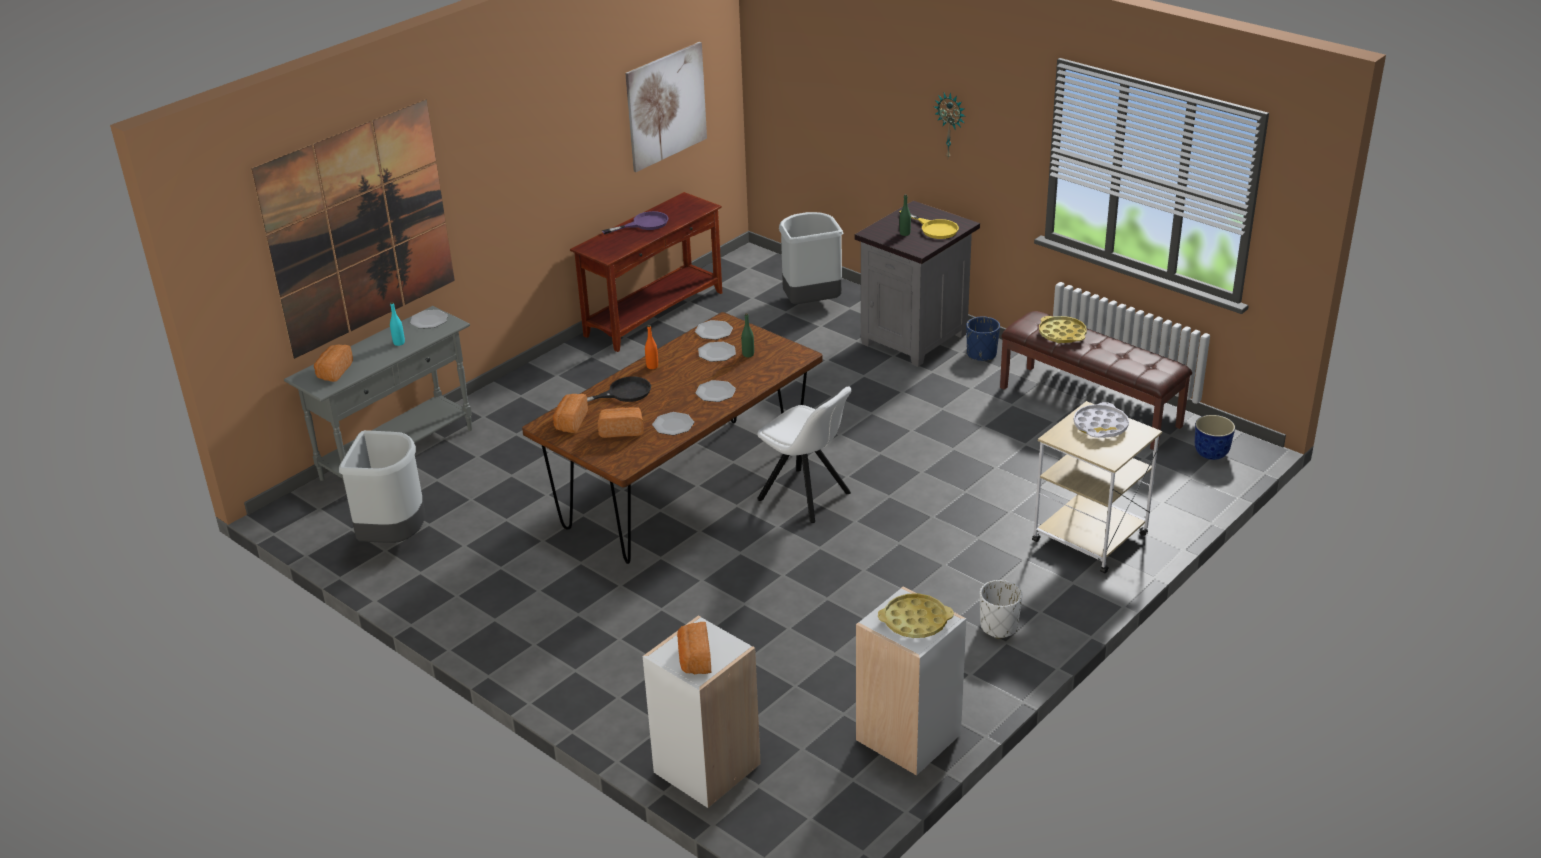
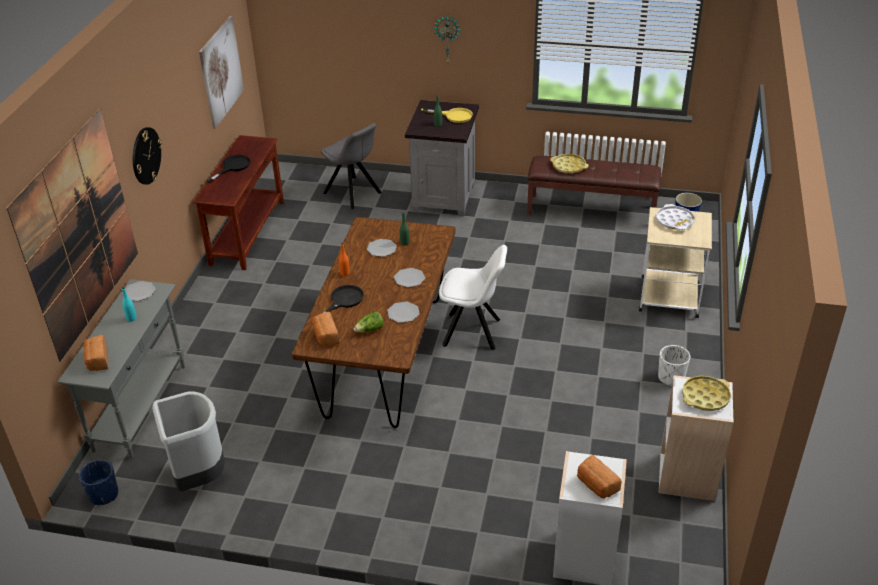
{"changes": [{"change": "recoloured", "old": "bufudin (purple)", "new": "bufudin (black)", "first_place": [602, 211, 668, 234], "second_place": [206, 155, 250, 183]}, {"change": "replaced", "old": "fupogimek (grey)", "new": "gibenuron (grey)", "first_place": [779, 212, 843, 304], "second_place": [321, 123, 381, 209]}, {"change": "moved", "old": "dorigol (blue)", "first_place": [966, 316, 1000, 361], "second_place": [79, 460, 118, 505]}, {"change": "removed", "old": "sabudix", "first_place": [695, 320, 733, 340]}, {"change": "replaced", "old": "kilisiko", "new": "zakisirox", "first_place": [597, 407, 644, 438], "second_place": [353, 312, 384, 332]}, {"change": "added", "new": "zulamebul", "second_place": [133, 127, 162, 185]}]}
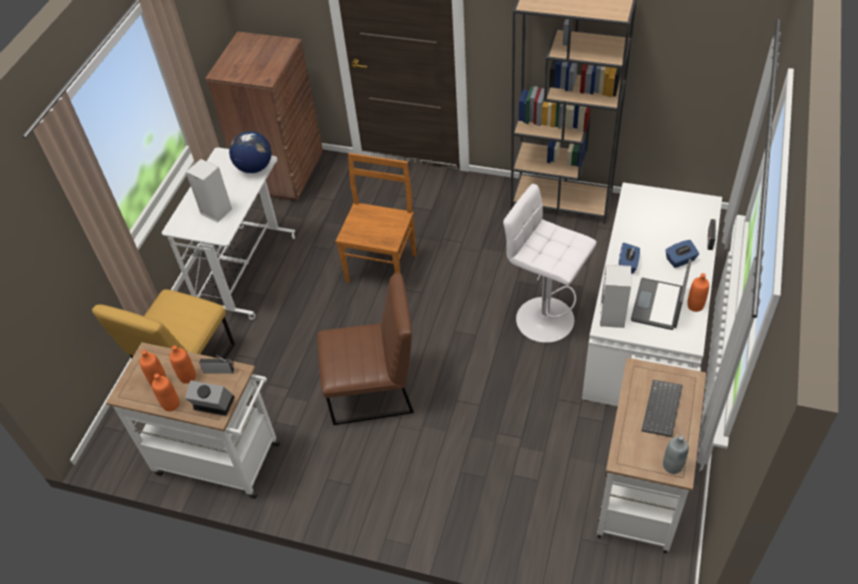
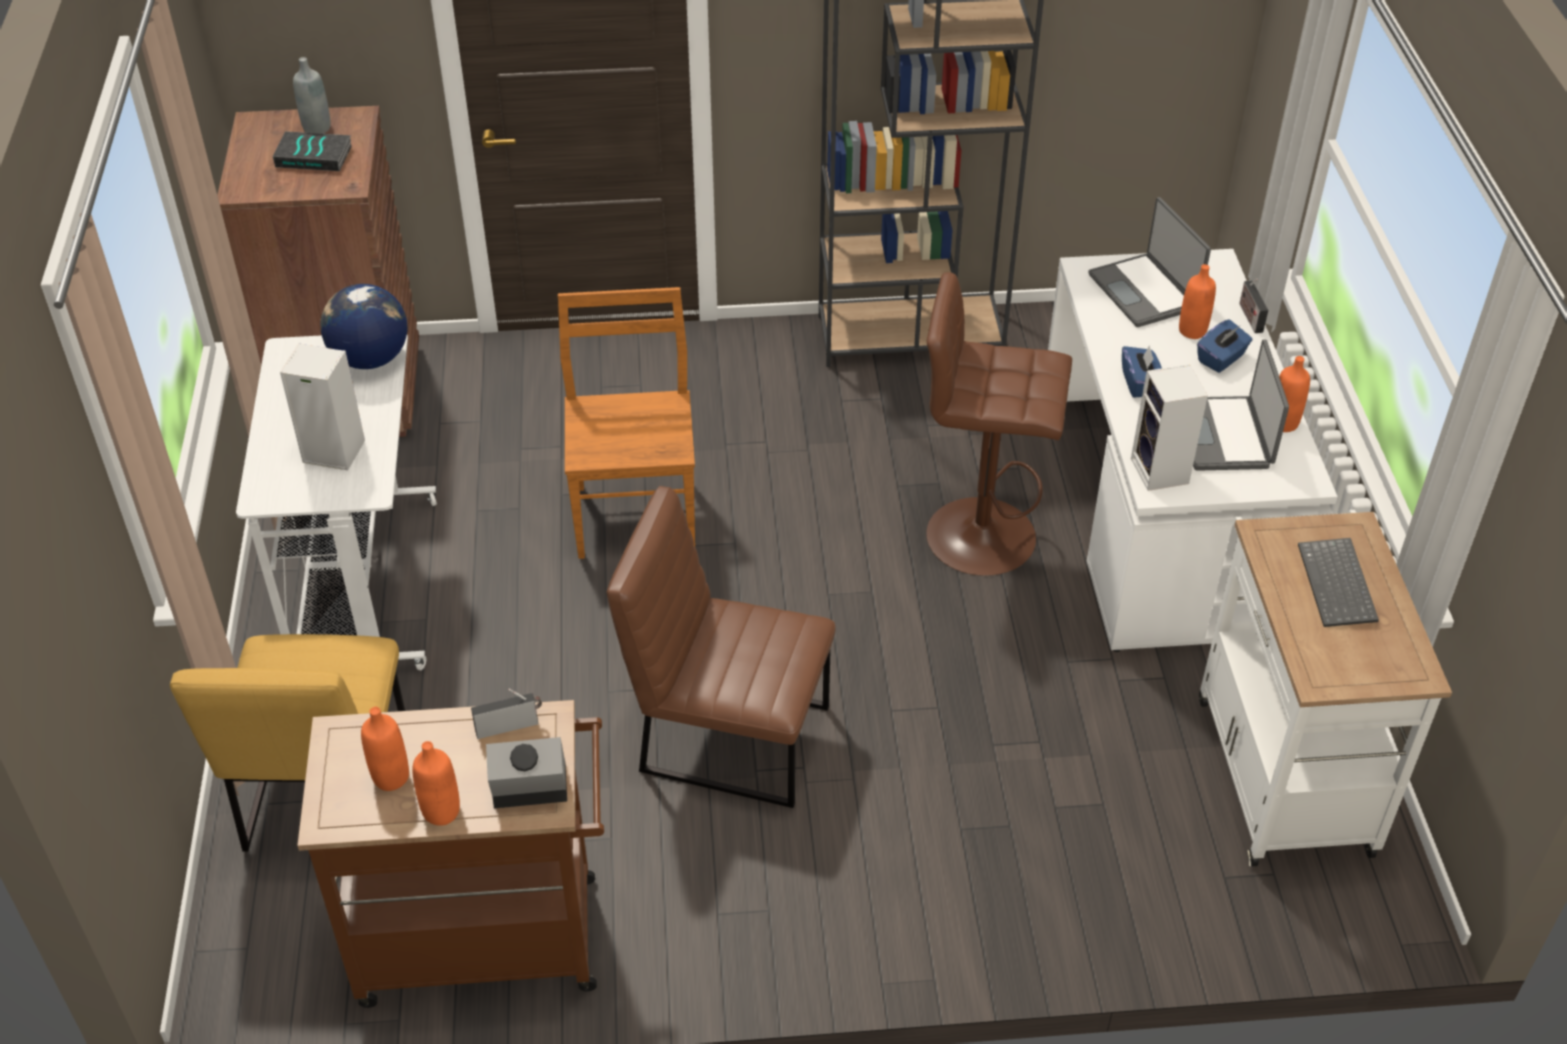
{"changes": [{"change": "recoloured", "old": "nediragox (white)", "new": "nediragox (brown)", "first_place": [503, 184, 597, 343], "second_place": [926, 272, 1072, 576]}, {"change": "turned", "old": "gibenuron (brown)", "first_place": [317, 273, 414, 425], "second_place": [607, 486, 836, 808], "degrees": -135}, {"change": "recoloured", "old": "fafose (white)", "new": "fafose (brown)", "first_place": [106, 342, 280, 499], "second_place": [297, 700, 604, 1008]}, {"change": "moved", "old": "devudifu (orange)", "first_place": [170, 345, 196, 384], "second_place": [1179, 264, 1216, 339]}, {"change": "moved", "old": "devudifu (grey)", "first_place": [663, 435, 689, 474], "second_place": [293, 57, 331, 134]}, {"change": "added", "new": "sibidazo", "second_place": [273, 131, 352, 171]}, {"change": "added", "new": "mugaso", "second_place": [1088, 197, 1211, 327]}]}
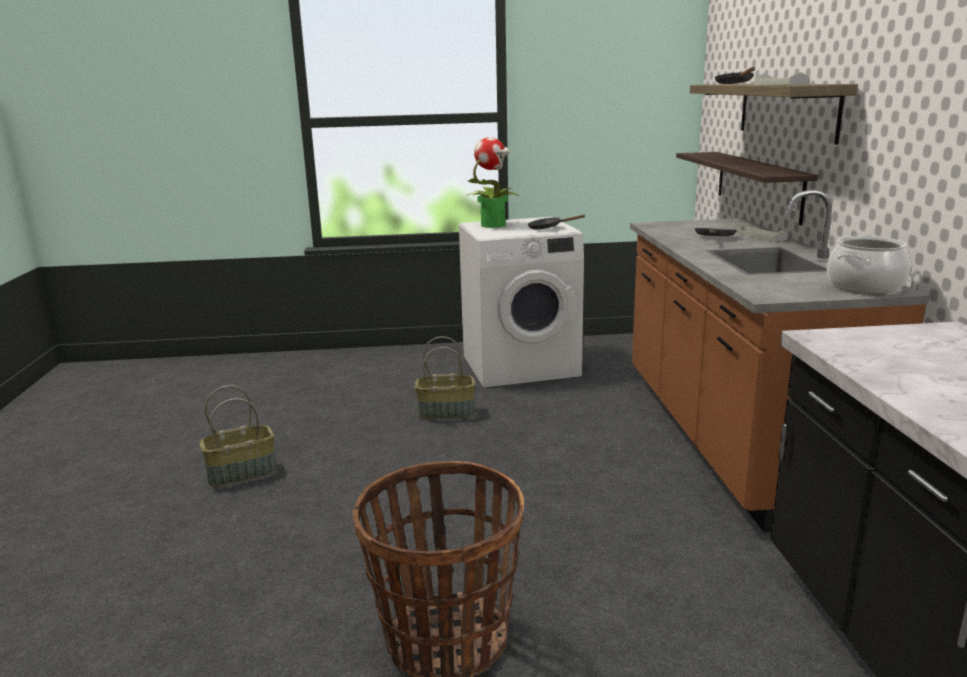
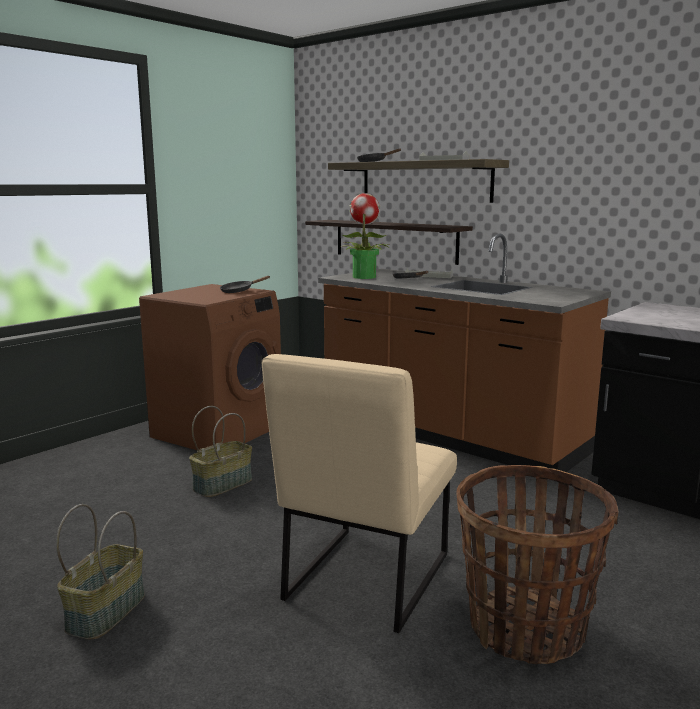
{"changes": [{"change": "moved", "old": "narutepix", "first_place": [466, 137, 520, 228], "second_place": [340, 193, 389, 279]}, {"change": "recoloured", "old": "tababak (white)", "new": "tababak (brown)", "first_place": [459, 217, 584, 387], "second_place": [139, 284, 281, 450]}, {"change": "removed", "old": "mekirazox", "first_place": [827, 236, 910, 294]}, {"change": "added", "new": "gibenuron (beige)", "second_place": [262, 354, 457, 633]}]}
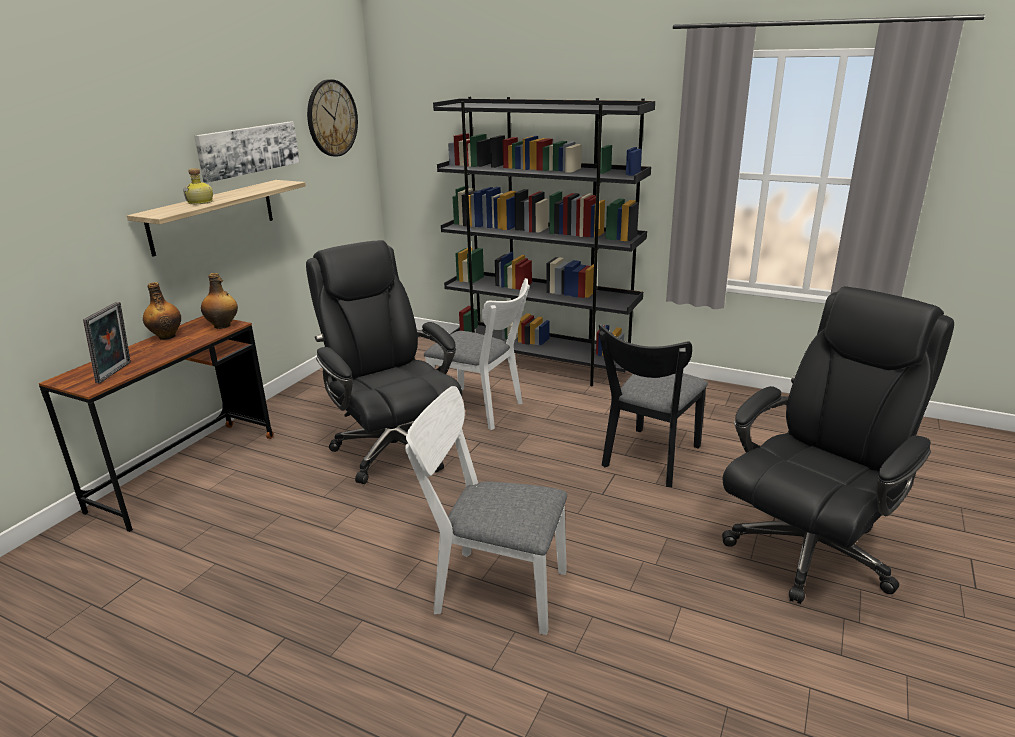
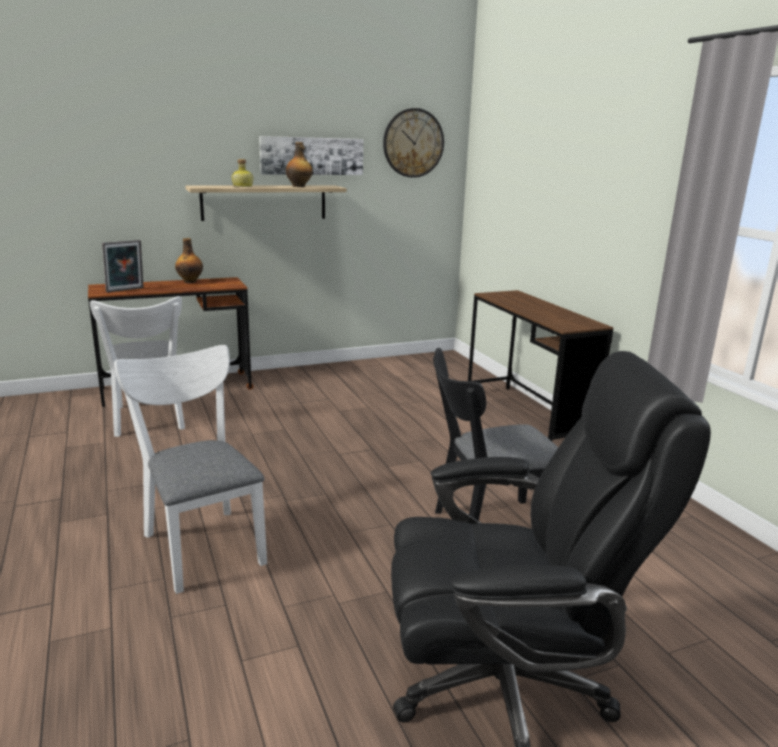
{"changes": [{"change": "replaced", "old": "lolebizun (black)", "new": "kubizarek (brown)", "first_place": [433, 97, 655, 387], "second_place": [468, 290, 613, 441]}, {"change": "removed", "old": "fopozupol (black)", "first_place": [306, 240, 462, 484]}, {"change": "moved", "old": "devudifu", "first_place": [201, 273, 238, 329], "second_place": [286, 142, 313, 187]}, {"change": "moved", "old": "gibenuron (white)", "first_place": [424, 278, 529, 430], "second_place": [90, 296, 185, 437]}]}
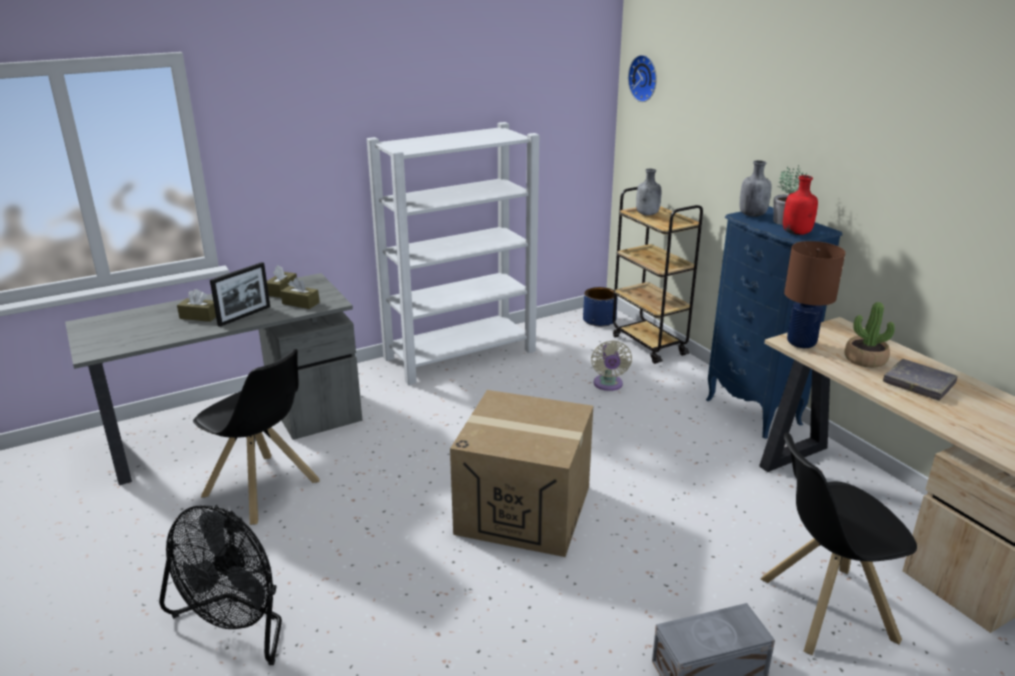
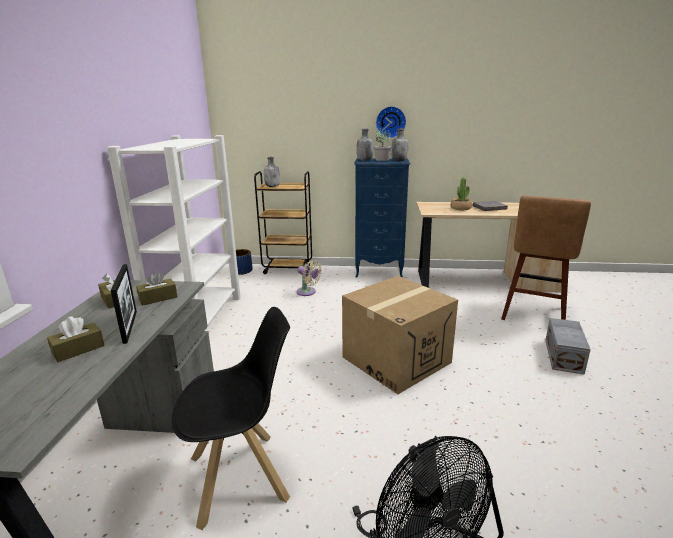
{"changes": [{"change": "moved", "old": "zulamebul", "first_place": [628, 55, 657, 102], "second_place": [376, 106, 406, 138]}, {"change": "recoloured", "old": "devudifu (red)", "new": "devudifu (grey)", "first_place": [783, 175, 818, 235], "second_place": [392, 129, 408, 161]}, {"change": "removed", "old": "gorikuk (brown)", "first_place": [784, 241, 845, 348]}, {"change": "replaced", "old": "gibenuron (black)", "new": "nediragox (brown)", "first_place": [760, 432, 917, 655], "second_place": [501, 195, 591, 320]}]}
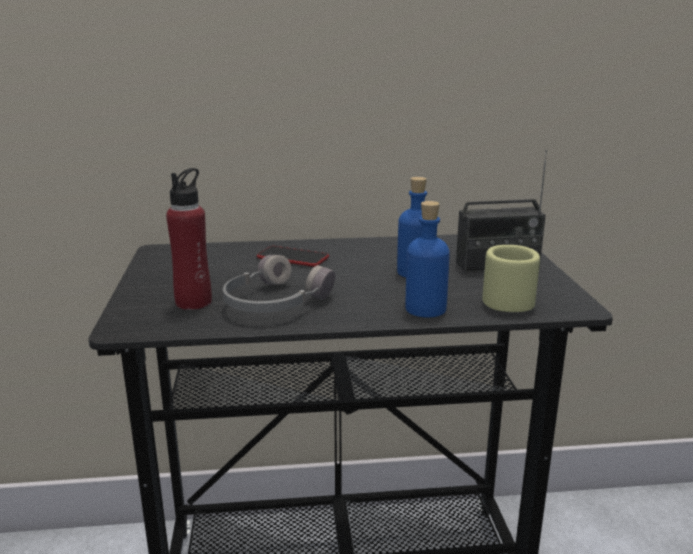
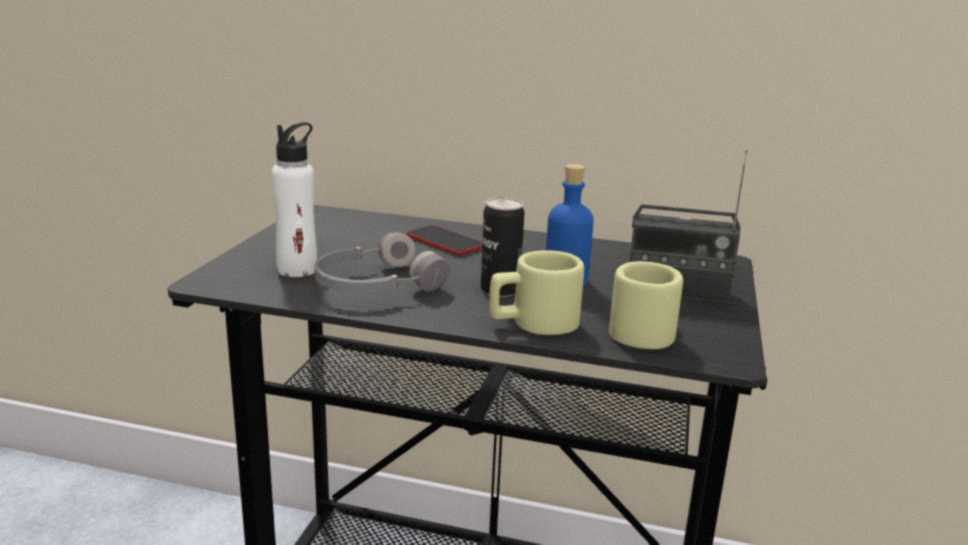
{"changes": [{"change": "recoloured", "old": "devudifu (red)", "new": "devudifu (white)", "first_place": [166, 168, 212, 310], "second_place": [271, 122, 318, 277]}, {"change": "replaced", "old": "devudifu (blue)", "new": "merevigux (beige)", "first_place": [406, 201, 450, 317], "second_place": [489, 250, 584, 335]}, {"change": "added", "new": "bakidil", "second_place": [481, 197, 525, 297]}]}
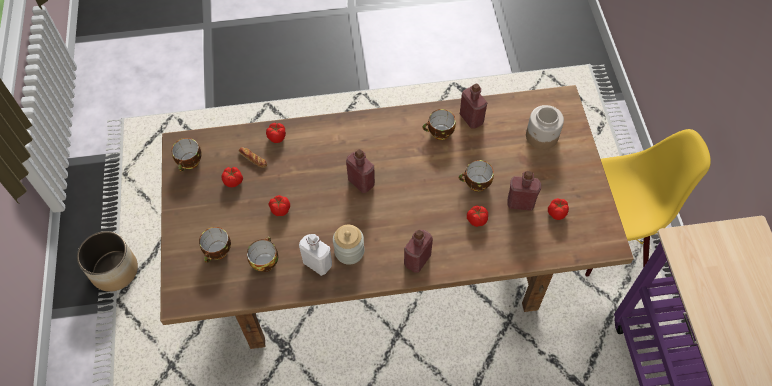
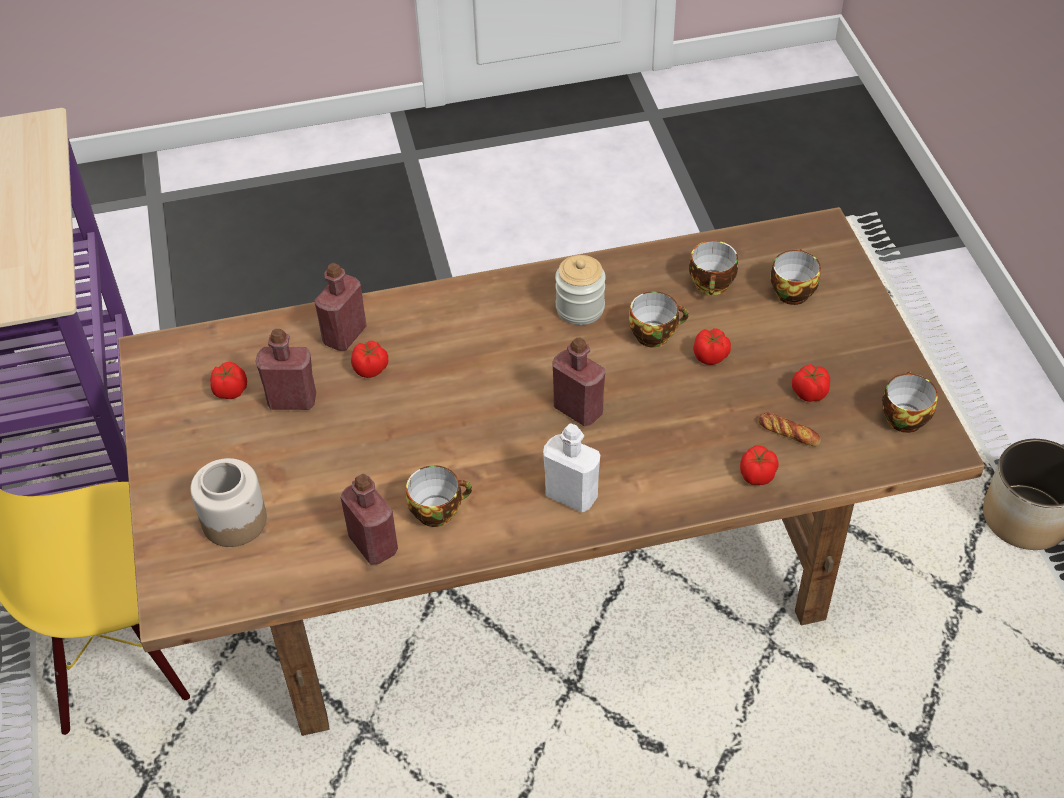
{"changes": [{"change": "moved", "old": "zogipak", "first_place": [459, 160, 494, 192], "second_place": [629, 291, 689, 348]}, {"change": "moved", "old": "devudifu (red)", "first_place": [404, 229, 433, 273], "second_place": [314, 263, 367, 351]}, {"change": "moved", "old": "devudifu (white)", "first_place": [299, 234, 332, 276], "second_place": [543, 423, 600, 512]}]}
